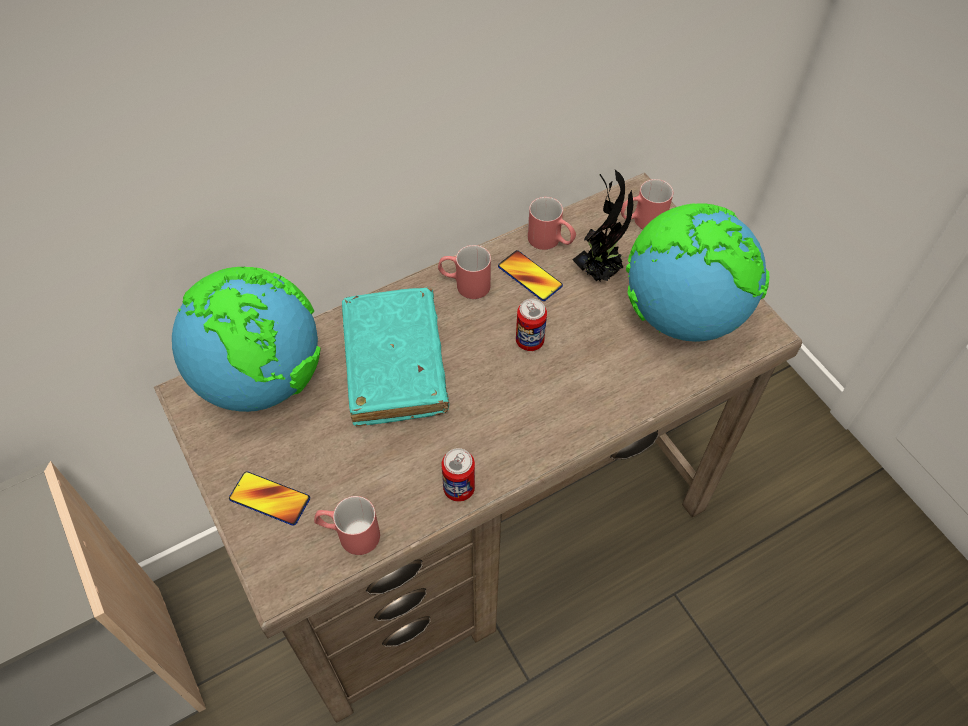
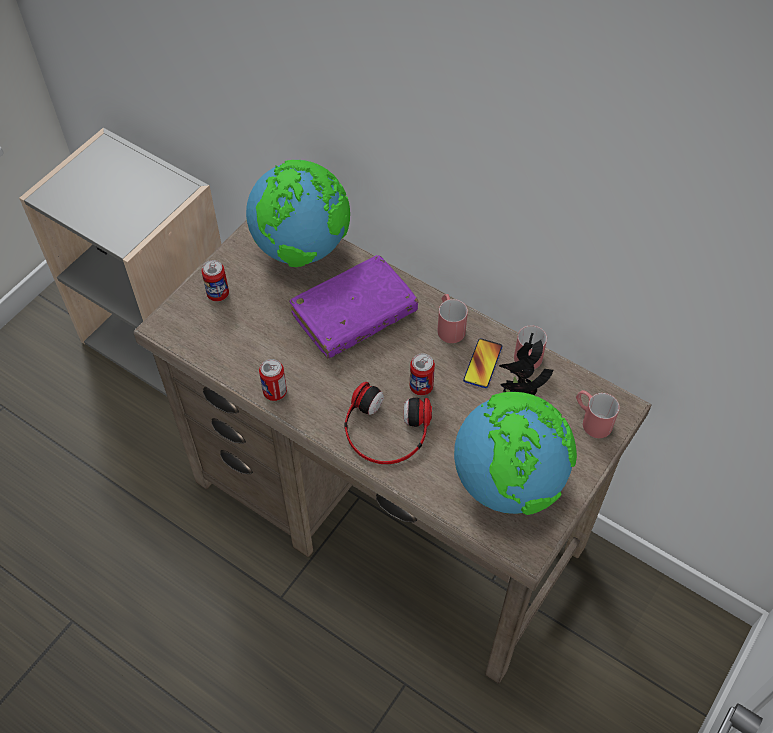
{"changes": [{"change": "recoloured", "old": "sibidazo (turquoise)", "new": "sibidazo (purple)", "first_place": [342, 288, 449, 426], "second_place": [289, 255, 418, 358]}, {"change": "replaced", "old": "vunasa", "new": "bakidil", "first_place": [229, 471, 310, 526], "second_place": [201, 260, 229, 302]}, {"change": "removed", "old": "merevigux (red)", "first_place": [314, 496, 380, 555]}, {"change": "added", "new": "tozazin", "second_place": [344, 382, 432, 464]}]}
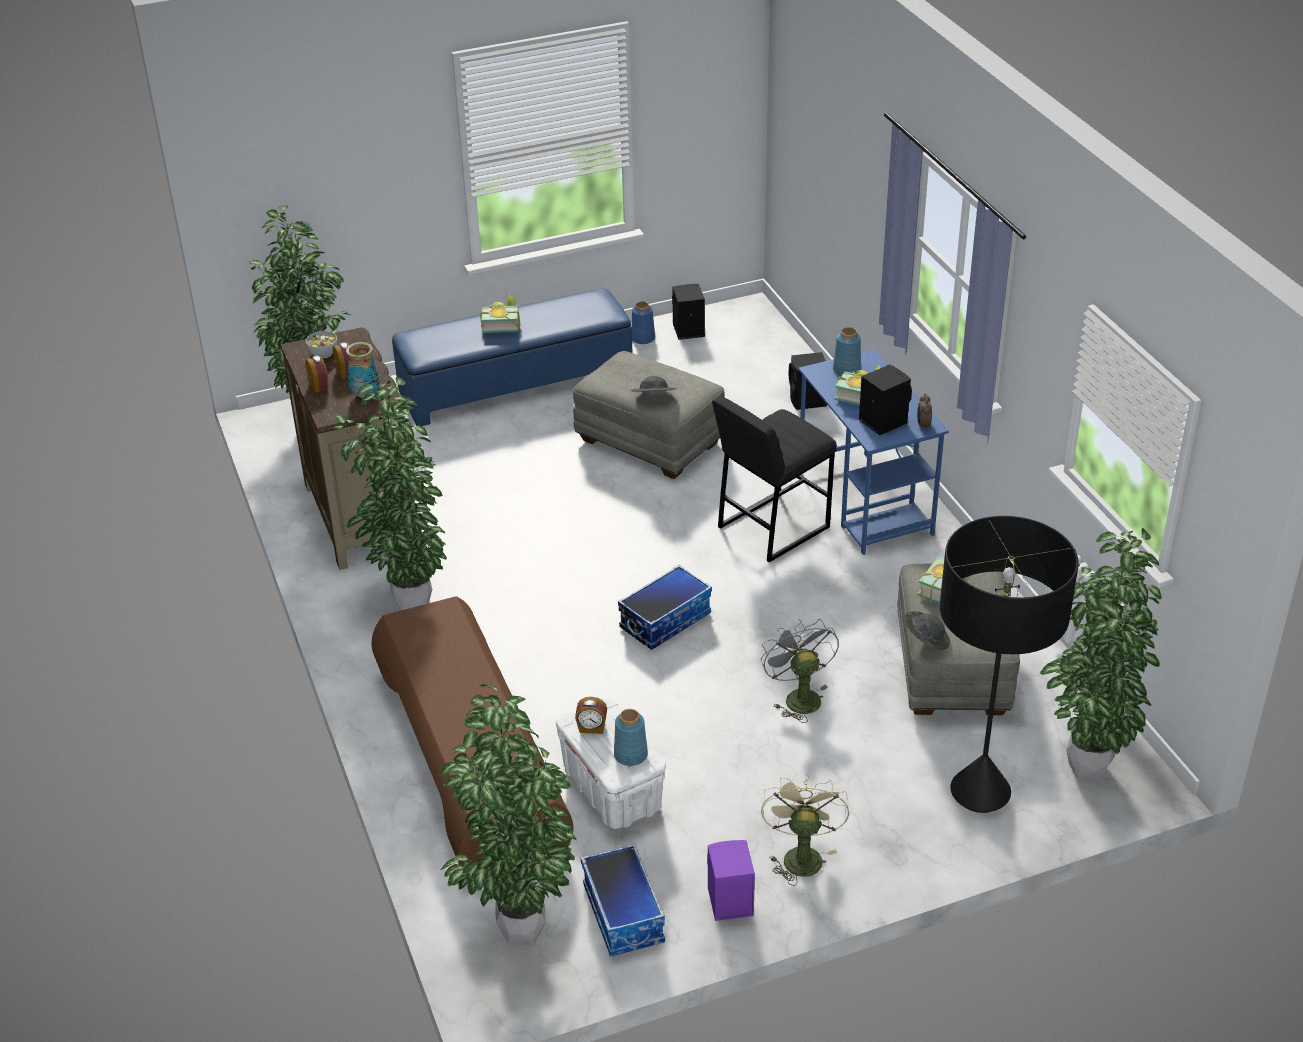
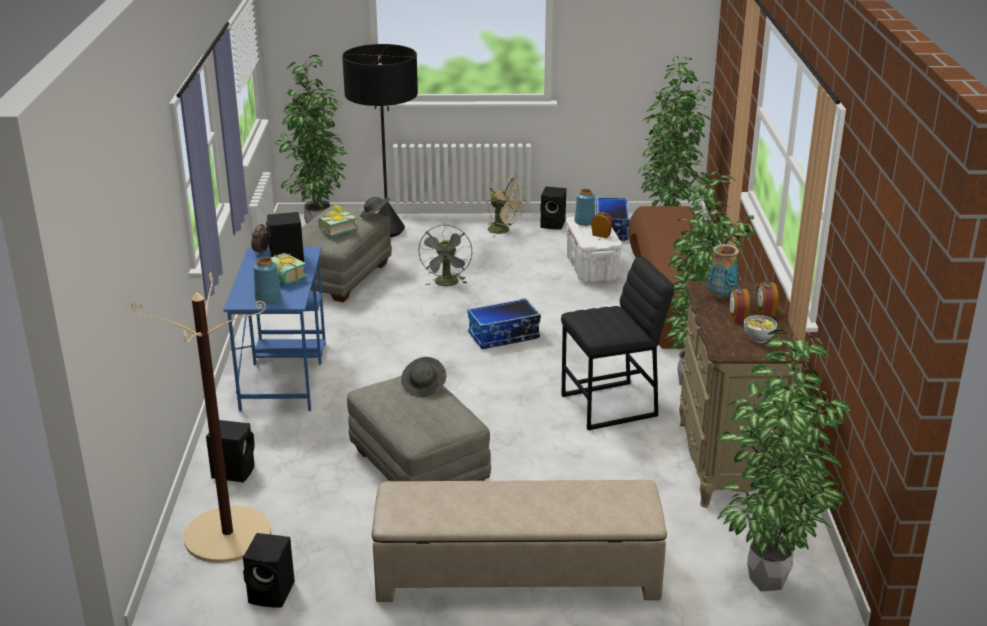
{"changes": [{"change": "recoloured", "old": "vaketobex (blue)", "new": "vaketobex (beige)", "first_place": [392, 288, 632, 426], "second_place": [372, 480, 667, 602]}, {"change": "removed", "old": "sibidazo", "first_place": [480, 294, 521, 333]}, {"change": "removed", "old": "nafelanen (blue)", "first_place": [631, 301, 655, 344]}, {"change": "moved", "old": "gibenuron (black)", "first_place": [712, 396, 837, 562], "second_place": [561, 257, 675, 430]}, {"change": "turned", "old": "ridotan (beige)", "first_place": [761, 774, 849, 886], "second_place": [488, 175, 526, 238], "degrees": -75}, {"change": "recoloured", "old": "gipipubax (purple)", "new": "gipipubax (black)", "first_place": [707, 840, 755, 921], "second_place": [540, 186, 566, 230]}, {"change": "added", "new": "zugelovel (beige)", "second_place": [132, 273, 271, 563]}]}
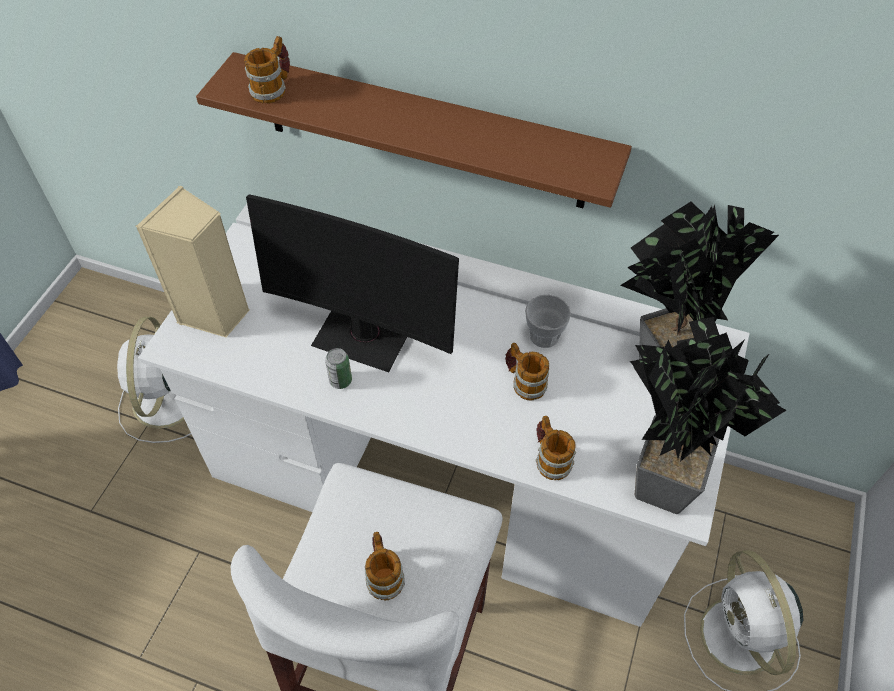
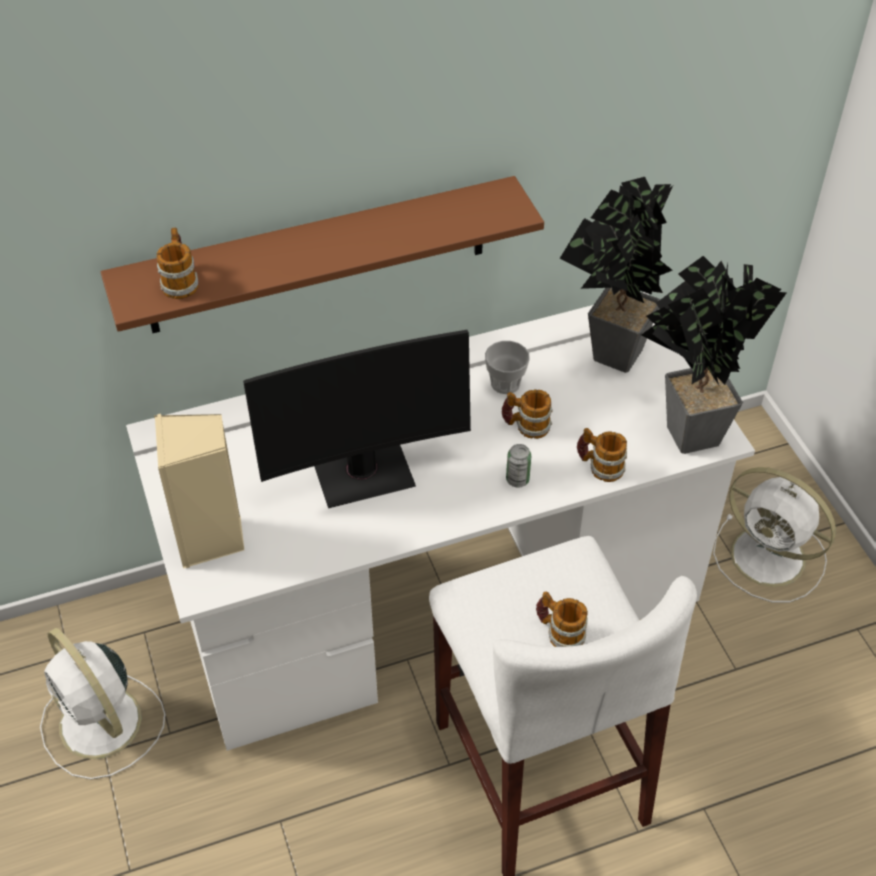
{"changes": [{"change": "moved", "old": "bakidil", "first_place": [325, 348, 352, 389], "second_place": [506, 444, 531, 487]}]}
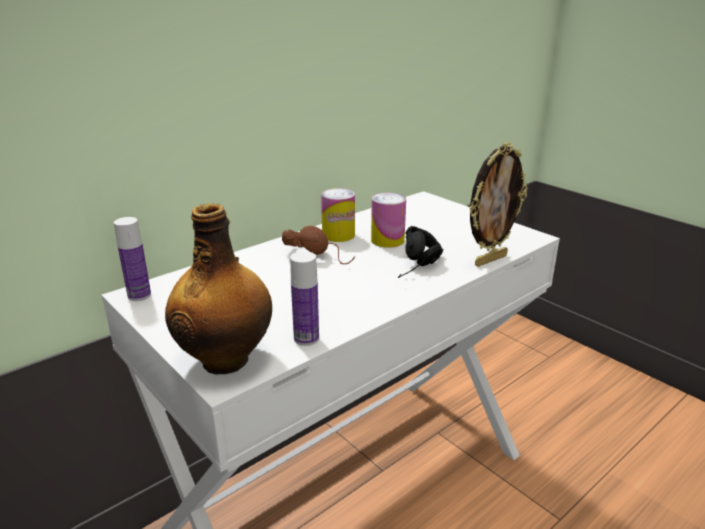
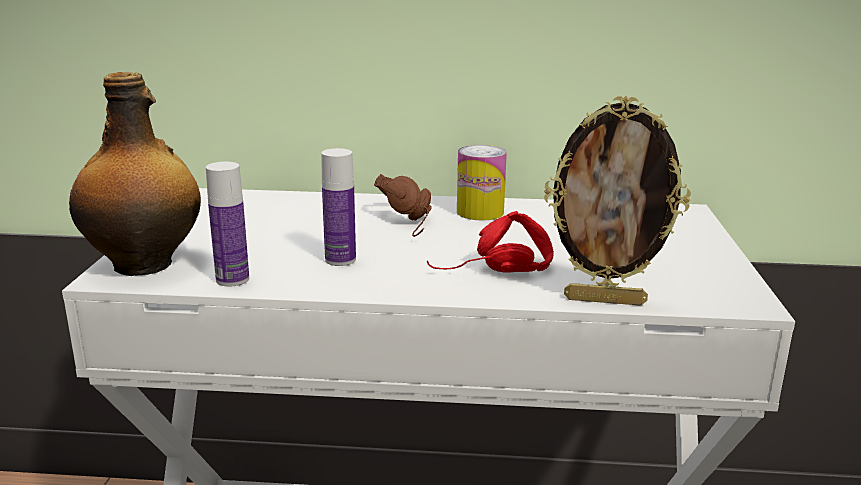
{"changes": [{"change": "removed", "old": "bakidil", "first_place": [371, 193, 406, 248]}, {"change": "moved", "old": "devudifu", "first_place": [114, 217, 151, 301], "second_place": [321, 148, 356, 266]}, {"change": "recoloured", "old": "tozazin (black)", "new": "tozazin (red)", "first_place": [398, 226, 443, 278], "second_place": [426, 211, 554, 273]}]}
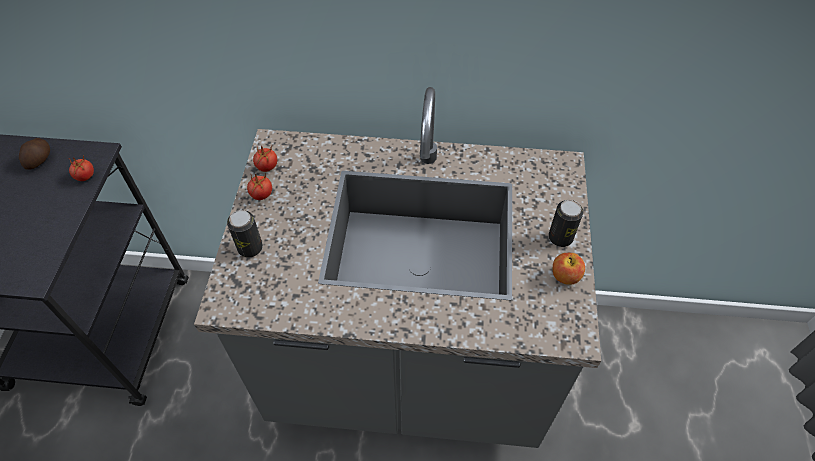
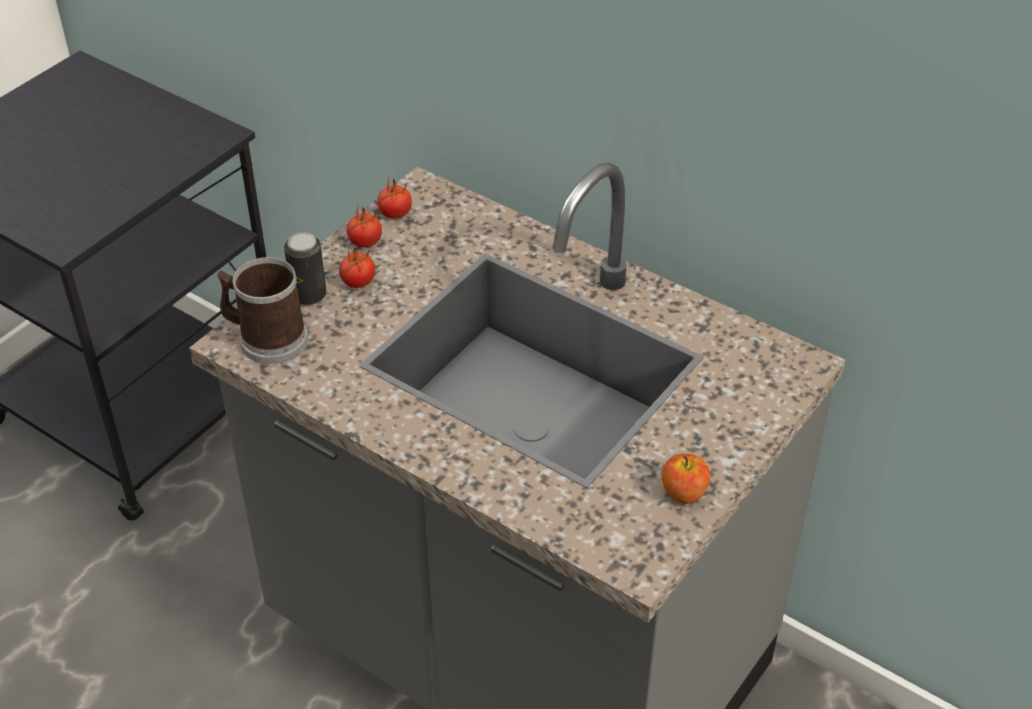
{"changes": [{"change": "removed", "old": "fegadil", "first_place": [19, 138, 50, 169]}, {"change": "moved", "old": "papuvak", "first_place": [69, 155, 94, 181], "second_place": [339, 246, 375, 288]}, {"change": "removed", "old": "bakidil", "first_place": [548, 200, 583, 247]}, {"change": "added", "new": "merevigux", "second_place": [217, 257, 308, 364]}]}
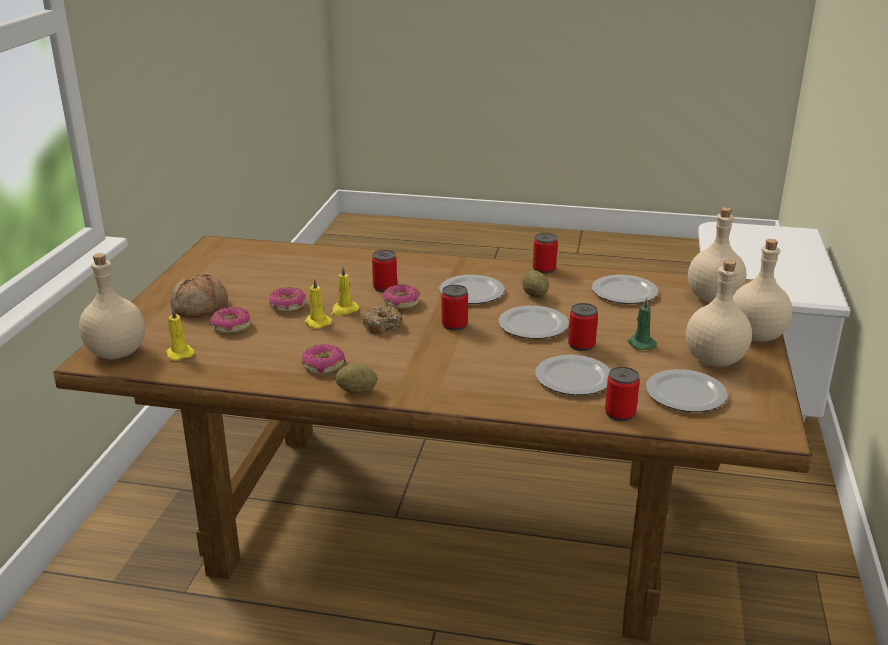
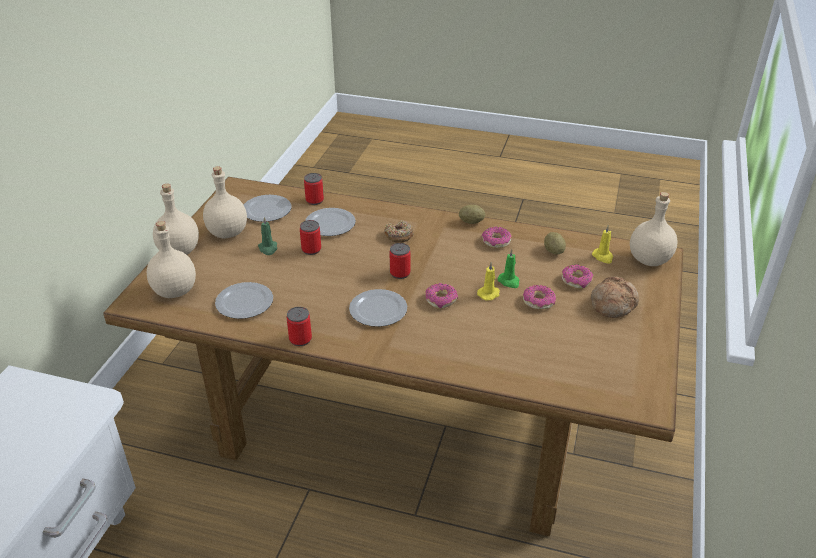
{"changes": [{"change": "removed", "old": "bakidil", "first_place": [372, 250, 397, 292]}, {"change": "moved", "old": "fegadil", "first_place": [522, 270, 549, 297], "second_place": [544, 232, 566, 254]}, {"change": "recoloured", "old": "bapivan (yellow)", "new": "bapivan (green)", "first_place": [304, 278, 332, 328], "second_place": [498, 249, 519, 288]}, {"change": "moved", "old": "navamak", "first_place": [363, 305, 403, 334], "second_place": [384, 220, 414, 243]}, {"change": "removed", "old": "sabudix", "first_place": [499, 306, 569, 339]}]}
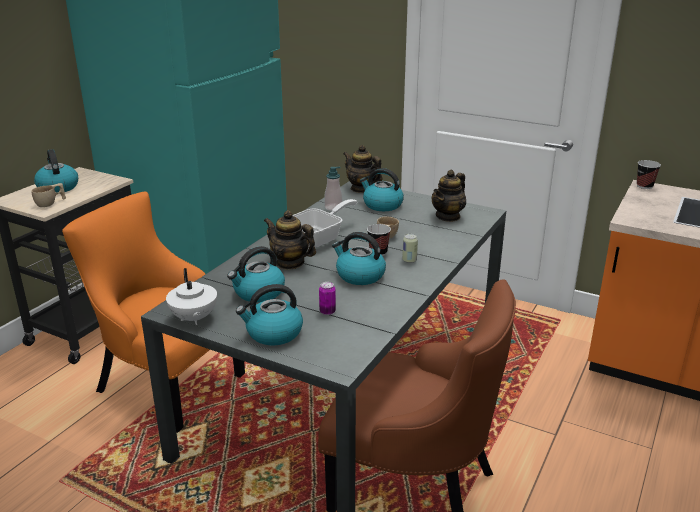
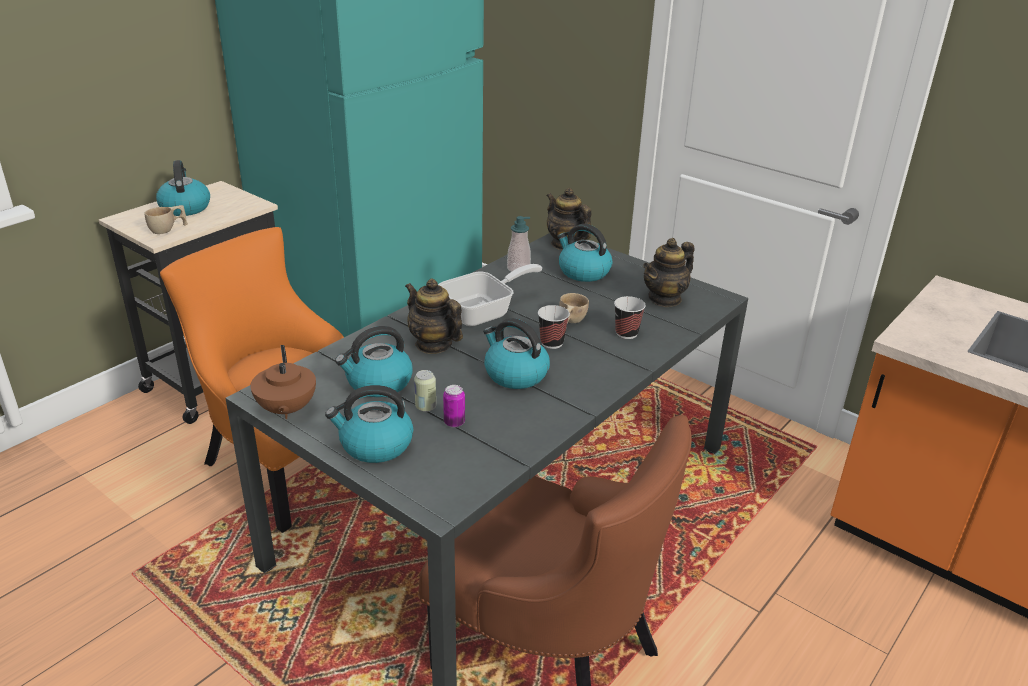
{"changes": [{"change": "moved", "old": "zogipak", "first_place": [637, 160, 661, 189], "second_place": [614, 296, 646, 339]}, {"change": "moved", "old": "bakidil", "first_place": [402, 234, 418, 263], "second_place": [414, 370, 436, 412]}, {"change": "recoloured", "old": "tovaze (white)", "new": "tovaze (brown)", "first_place": [166, 268, 217, 325], "second_place": [250, 345, 316, 419]}]}
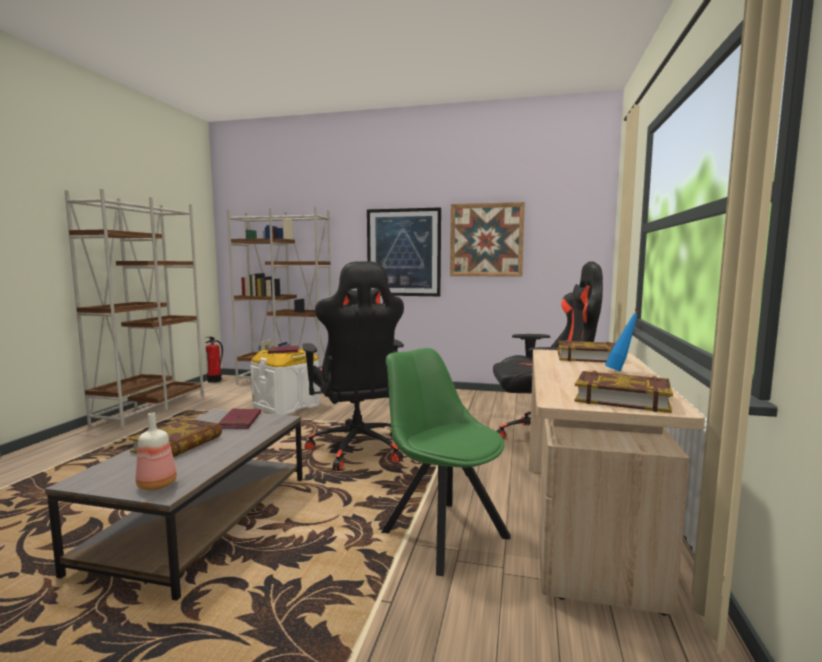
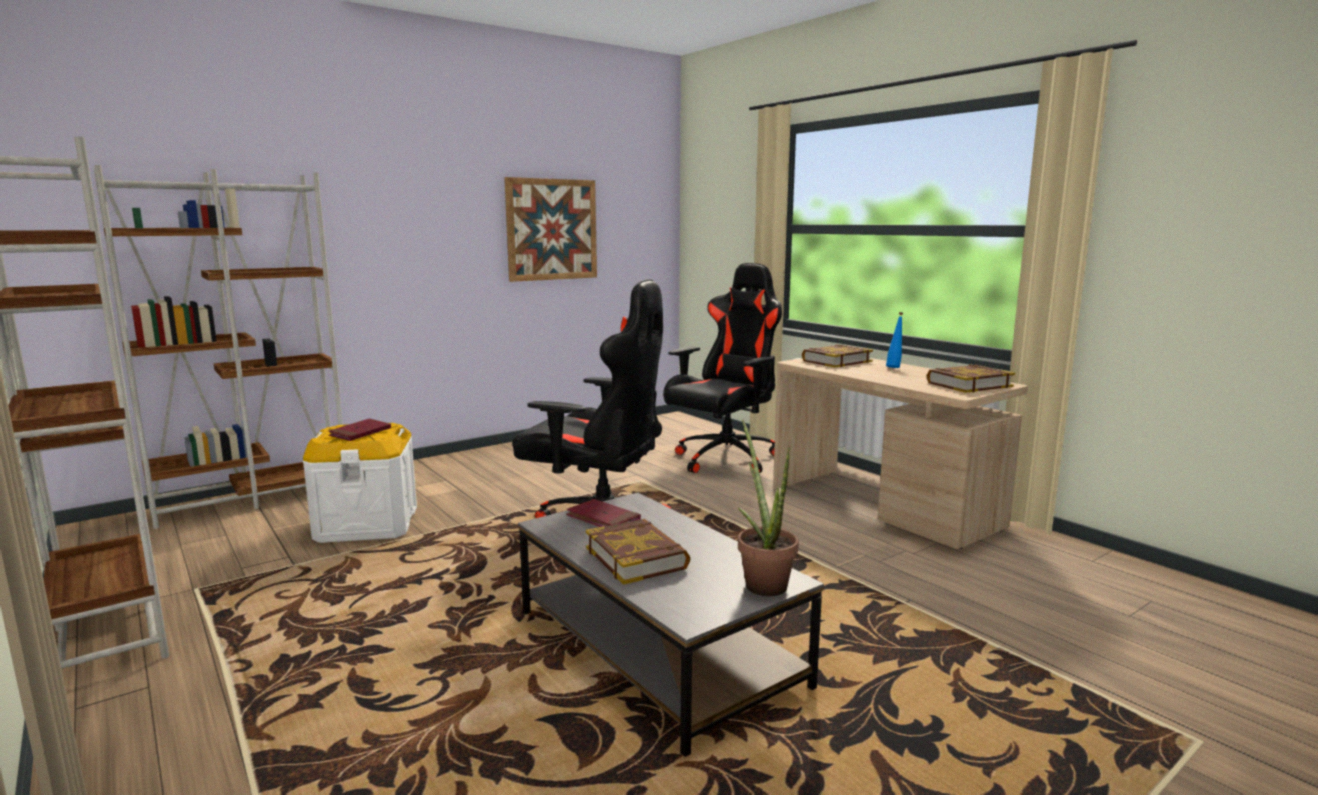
{"changes": [{"change": "removed", "old": "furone", "first_place": [367, 207, 441, 296]}, {"change": "removed", "old": "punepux", "first_place": [206, 337, 223, 383]}, {"change": "removed", "old": "gibenuron (green)", "first_place": [381, 348, 511, 576]}, {"change": "replaced", "old": "devudifu", "new": "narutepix", "first_place": [136, 412, 177, 490], "second_place": [738, 420, 799, 596]}]}
